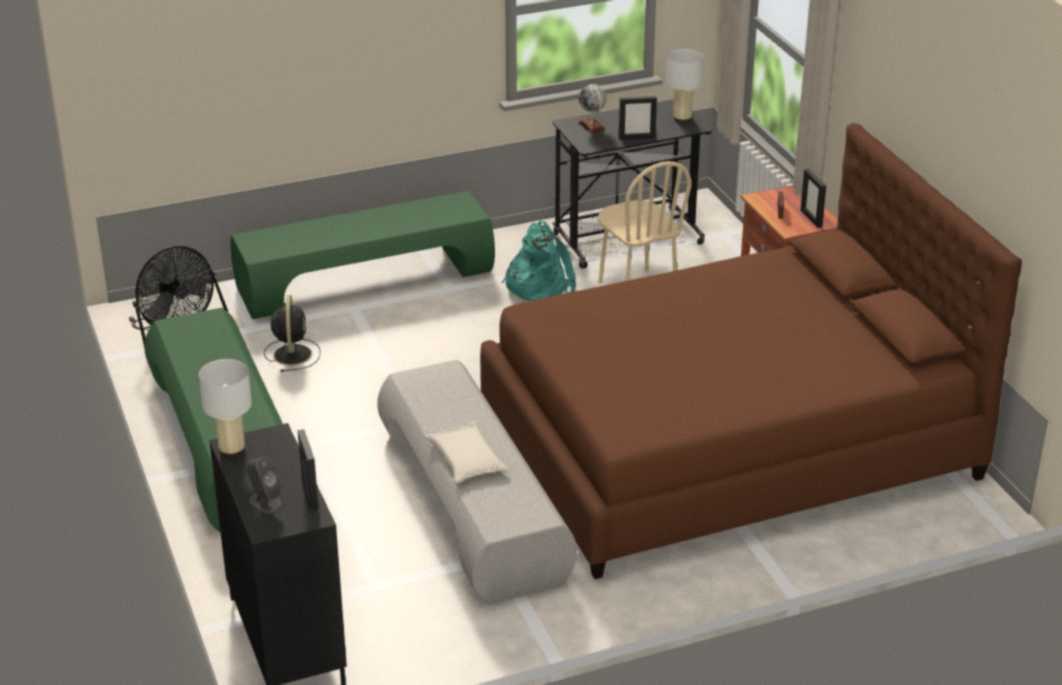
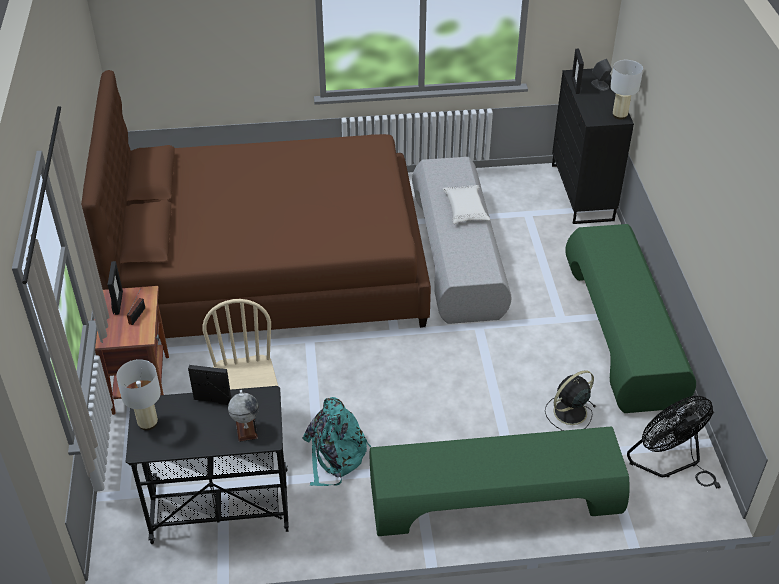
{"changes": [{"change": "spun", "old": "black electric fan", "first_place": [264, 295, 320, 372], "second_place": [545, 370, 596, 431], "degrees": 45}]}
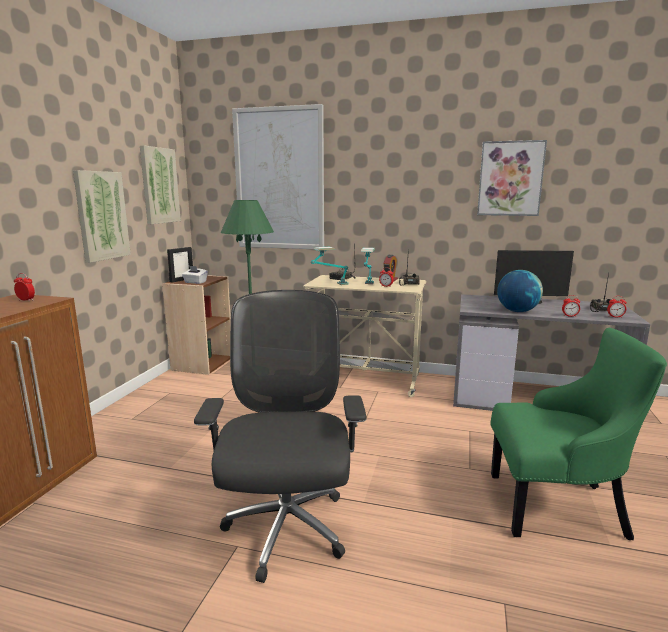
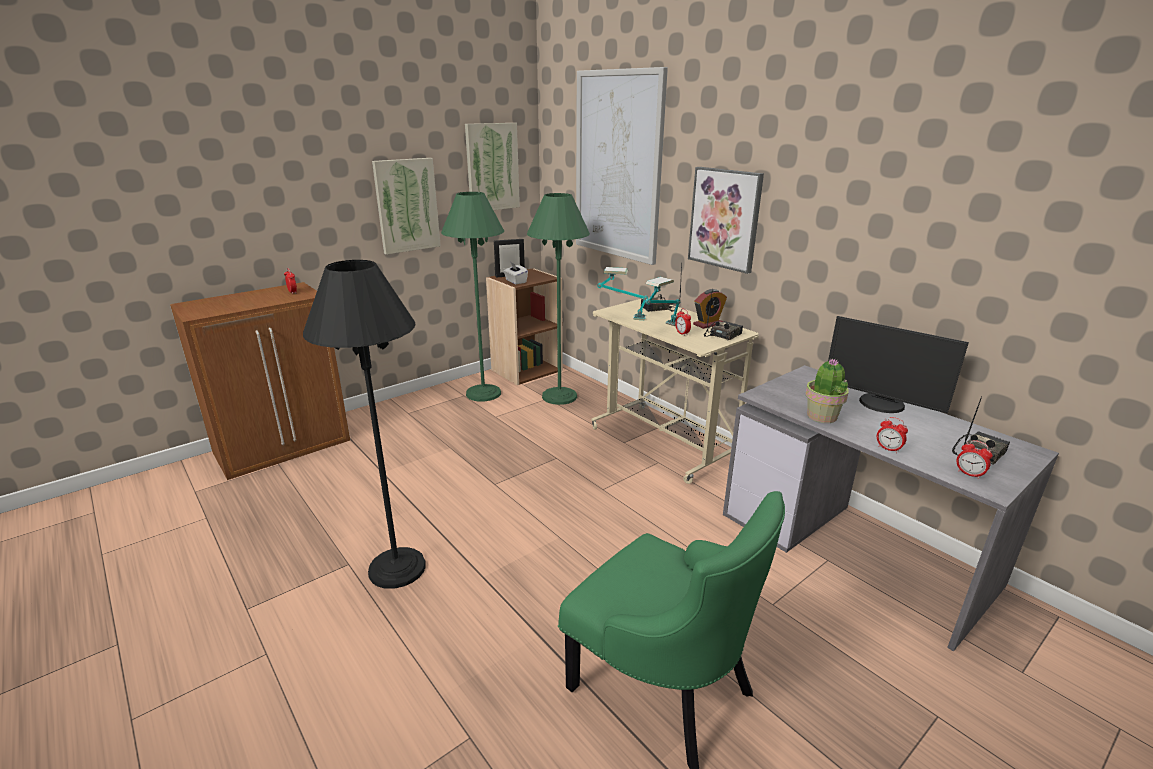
{"changes": [{"change": "relocated", "old": "picture", "first_place": [477, 140, 547, 216], "second_place": [688, 167, 764, 274]}, {"change": "exchanged", "old": "world globe", "new": "potted plant", "first_place": [497, 270, 543, 312], "second_place": [805, 359, 849, 423]}, {"change": "exchanged", "old": "desk chair", "new": "black standing lamp", "first_place": [194, 290, 366, 583], "second_place": [303, 260, 426, 589]}, {"change": "appeared", "new": "green standing lamp", "second_place": [441, 192, 504, 402]}]}
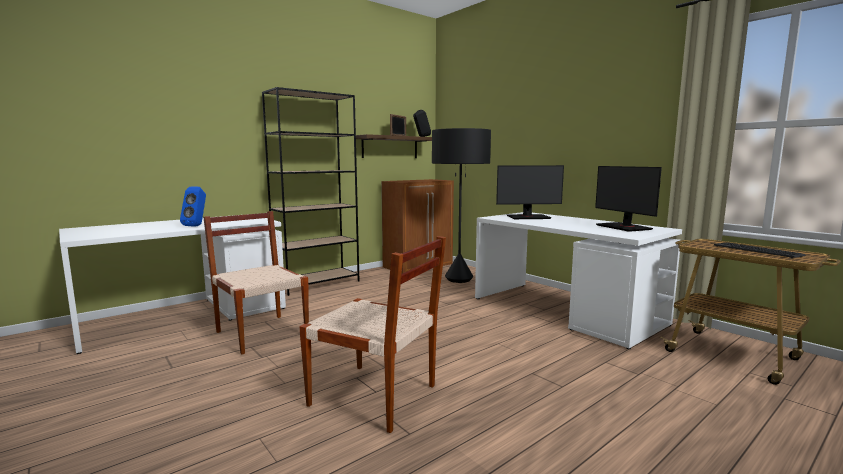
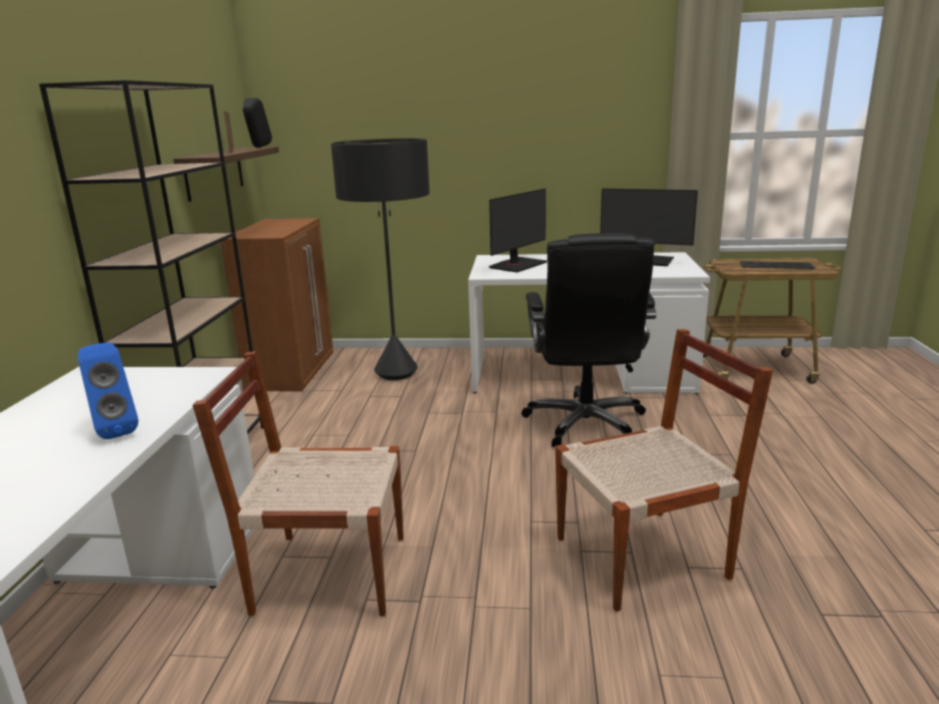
{"changes": [{"change": "appeared", "new": "black desk chair", "second_place": [521, 233, 656, 447]}]}
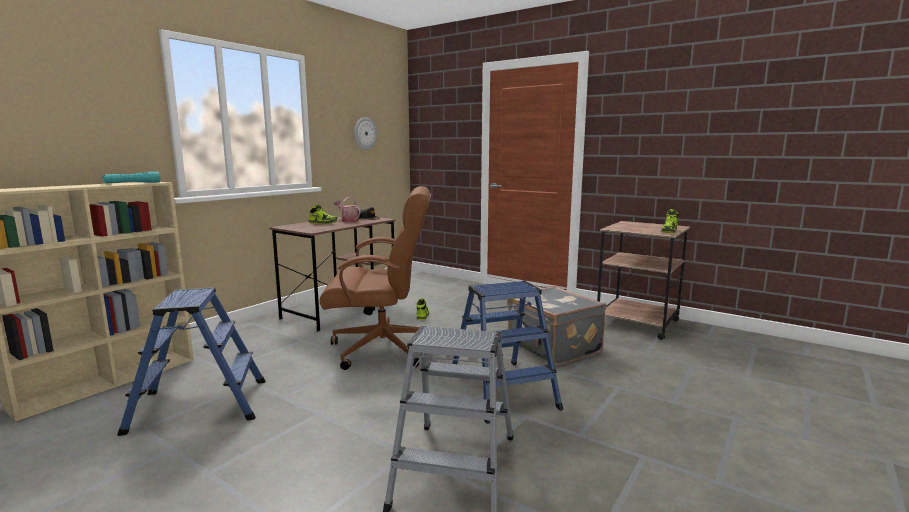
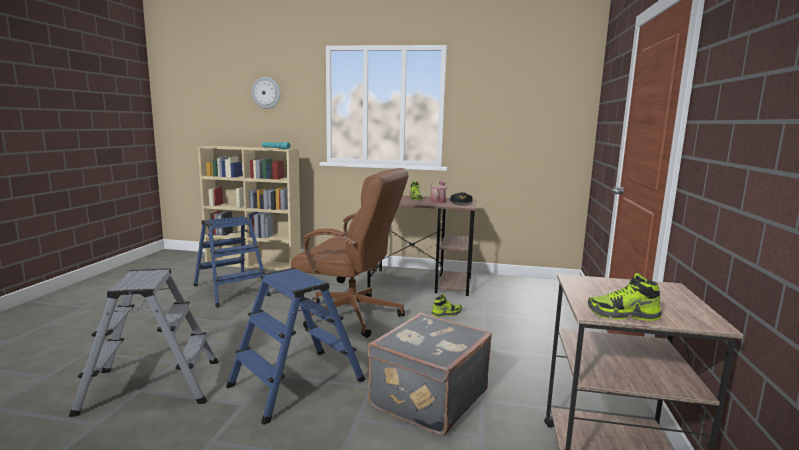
{"changes": [{"change": "relocated", "old": "wall clock", "first_place": [354, 117, 377, 150], "second_place": [251, 77, 280, 109]}, {"change": "spun", "old": "brownish desk chair", "first_place": [320, 186, 431, 370], "second_place": [291, 168, 409, 338], "degrees": -45}]}
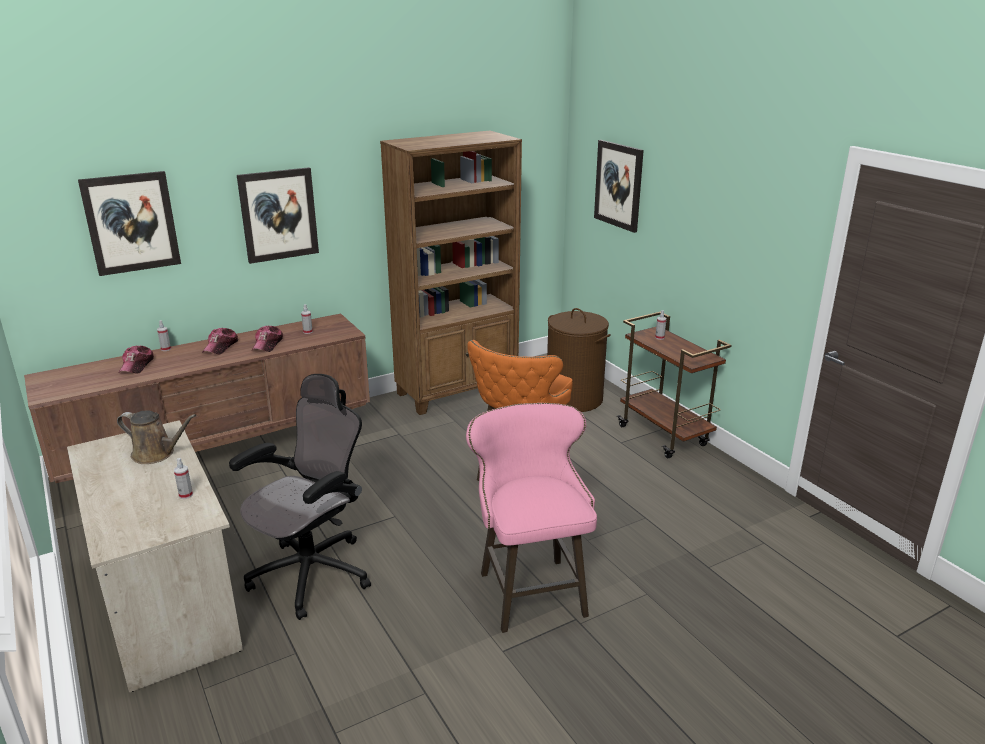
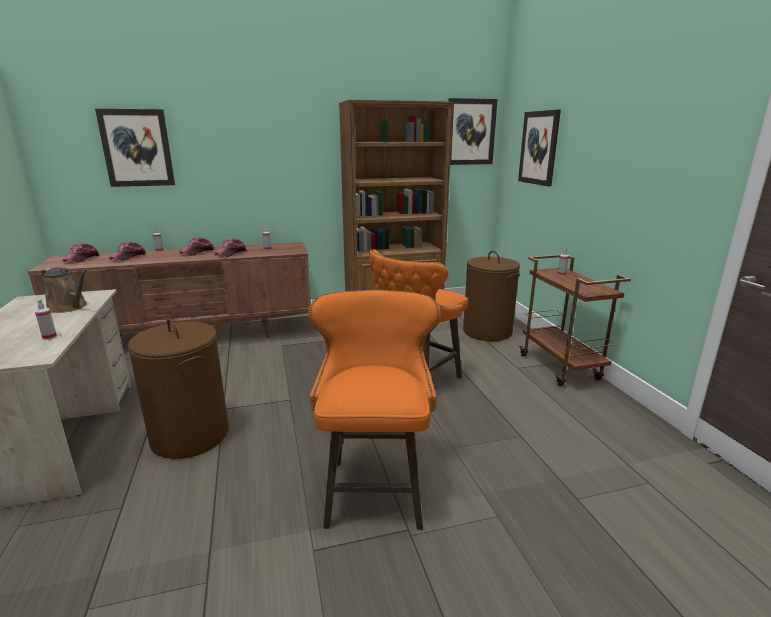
{"changes": [{"change": "relocated", "old": "picture", "first_place": [237, 167, 319, 264], "second_place": [449, 98, 498, 165]}, {"change": "exchanged", "old": "desk chair", "new": "brownish washing basket", "first_place": [229, 374, 371, 620], "second_place": [128, 318, 229, 459]}, {"change": "colour", "old": "pink stool seat", "new": "orangey stool seat", "first_place": [466, 403, 597, 633], "second_place": [308, 290, 441, 530]}, {"change": "appeared", "new": "cap", "second_place": [63, 243, 99, 263]}]}
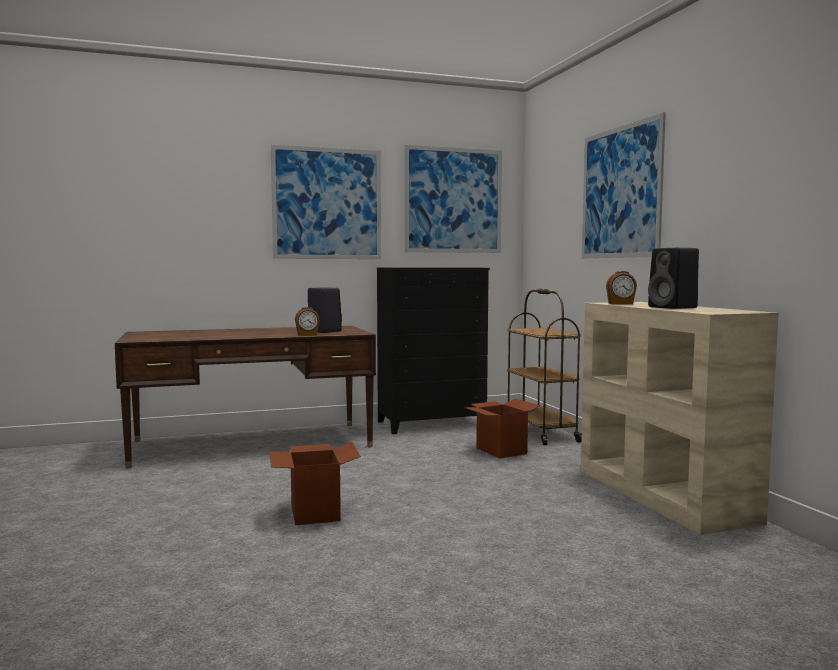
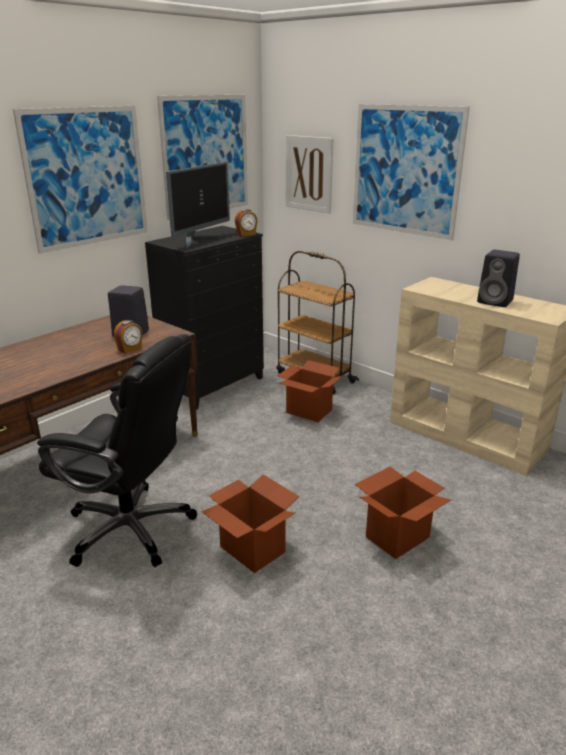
{"changes": [{"change": "relocated", "old": "table clock", "first_place": [606, 271, 637, 304], "second_place": [235, 209, 258, 236]}, {"change": "appeared", "new": "picture", "second_place": [286, 135, 333, 214]}, {"change": "appeared", "new": "computer display", "second_place": [166, 162, 230, 248]}, {"change": "appeared", "new": "black desk chair", "second_place": [37, 334, 197, 567]}, {"change": "appeared", "new": "cardboard box", "second_place": [355, 466, 451, 559]}]}
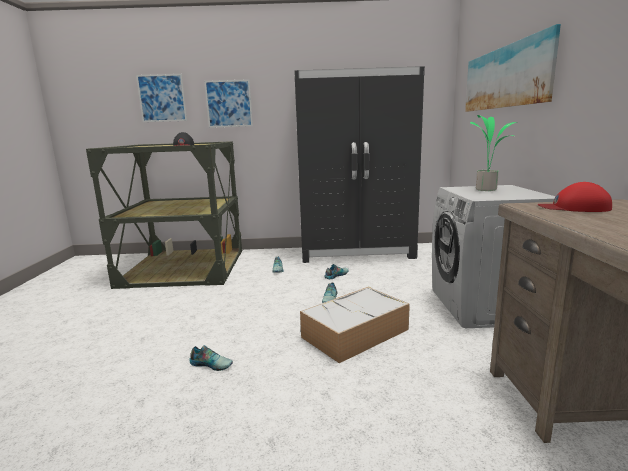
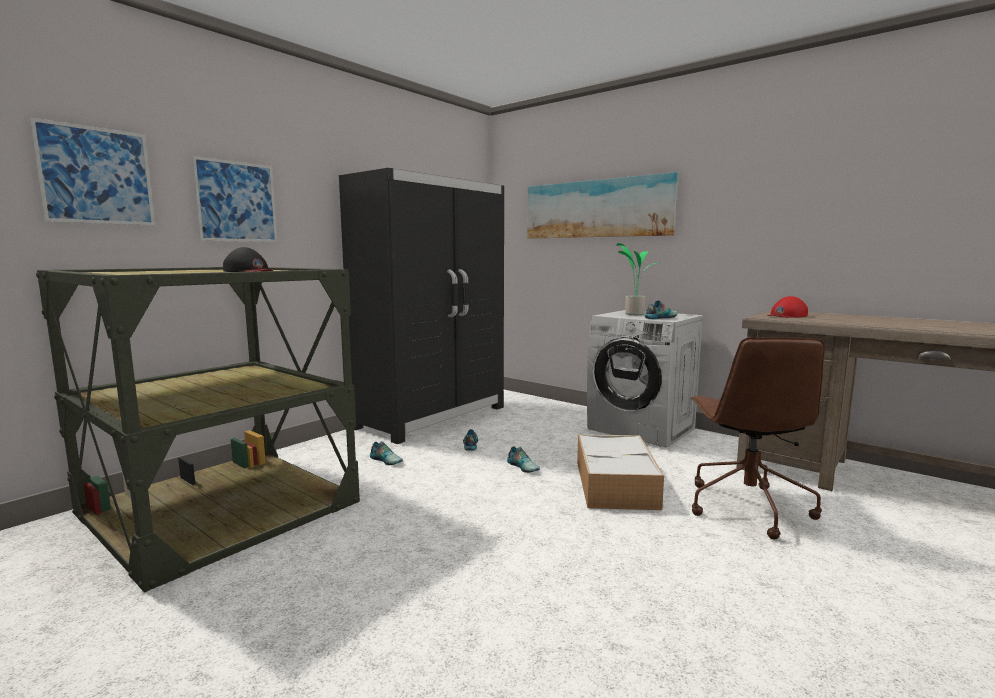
{"changes": [{"change": "relocated", "old": "item of footwear", "first_place": [189, 345, 233, 371], "second_place": [645, 300, 677, 319]}, {"change": "appeared", "new": "brownish desk chair", "second_place": [691, 337, 825, 540]}]}
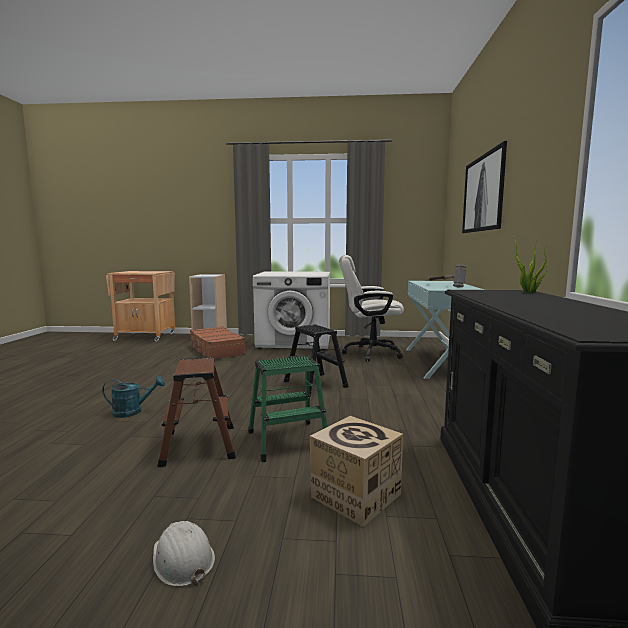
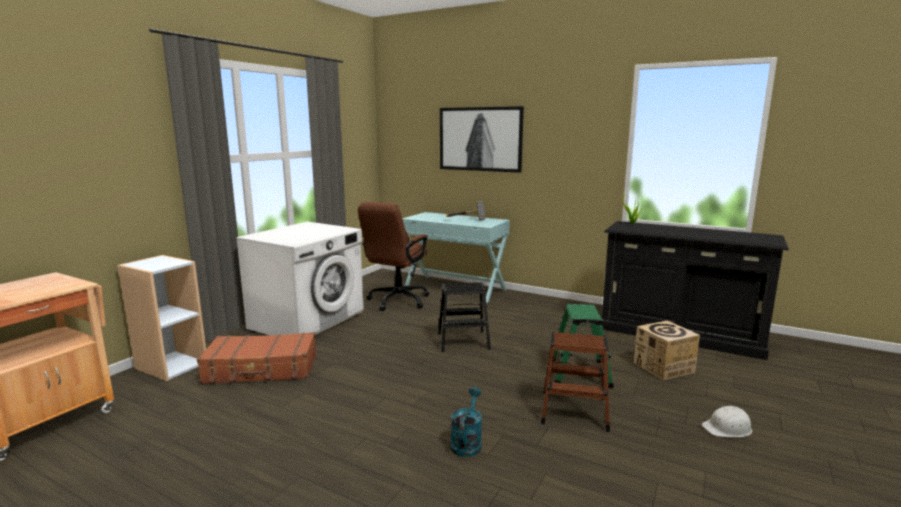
{"changes": [{"change": "colour", "old": "whitish desk chair", "new": "brownish desk chair", "first_place": [339, 255, 404, 362], "second_place": [358, 202, 429, 311]}]}
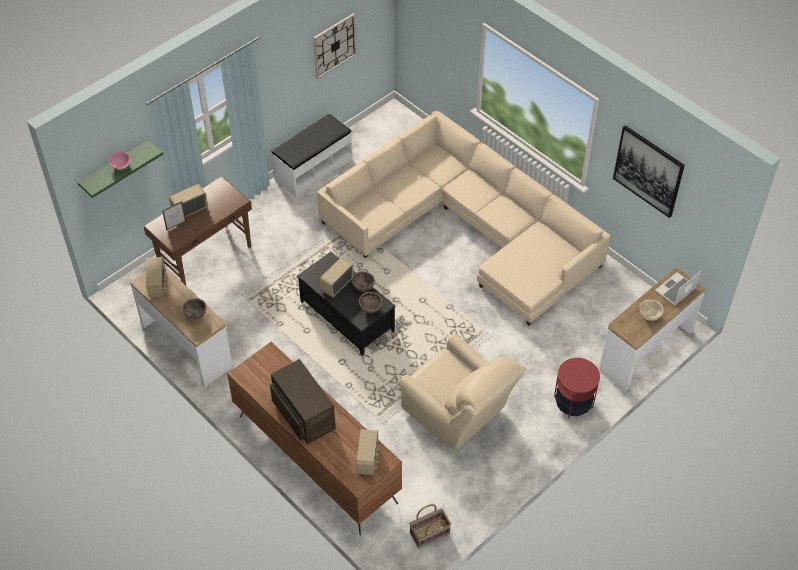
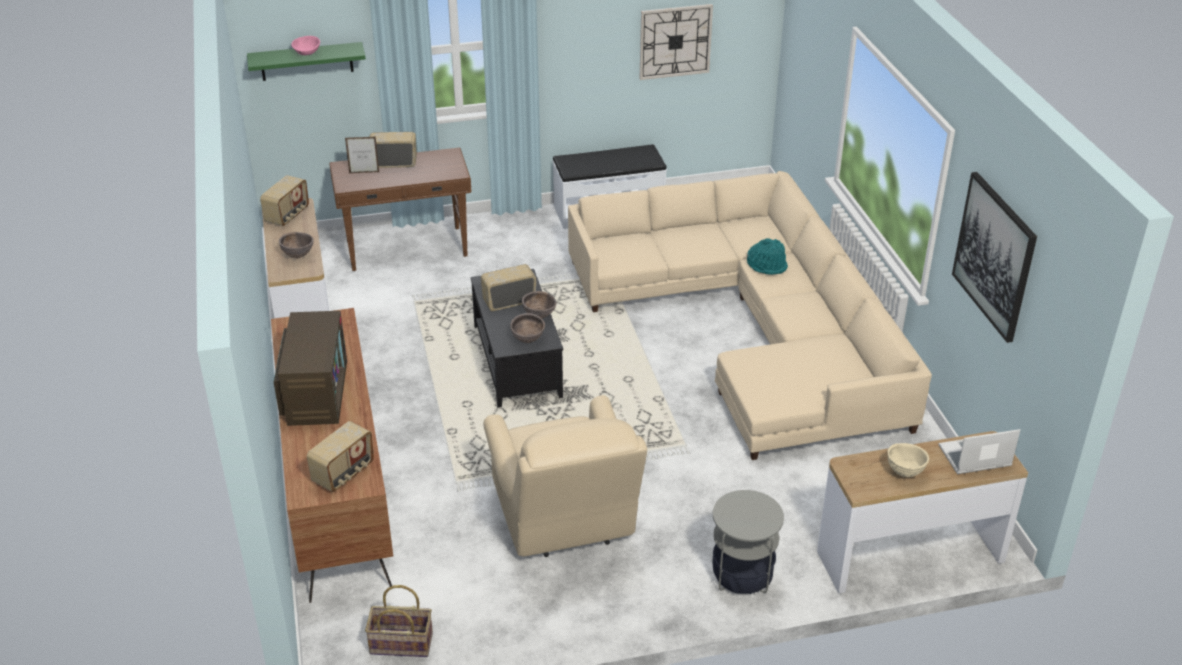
{"changes": [{"change": "colour", "old": "reddish accent table", "new": "gray accent table", "first_place": [554, 358, 600, 418], "second_place": [712, 490, 784, 594]}, {"change": "appeared", "new": "blue-green hat", "second_place": [747, 238, 788, 275]}]}
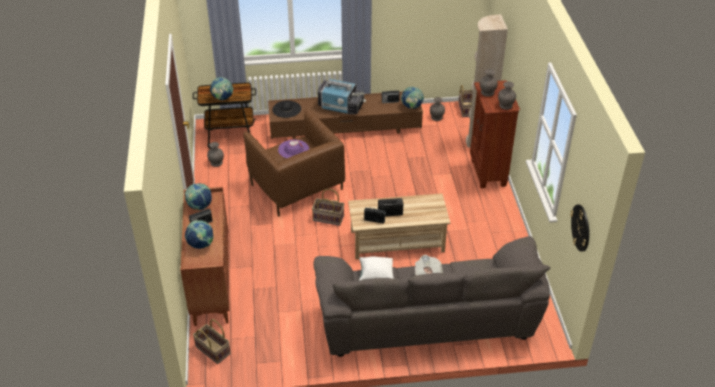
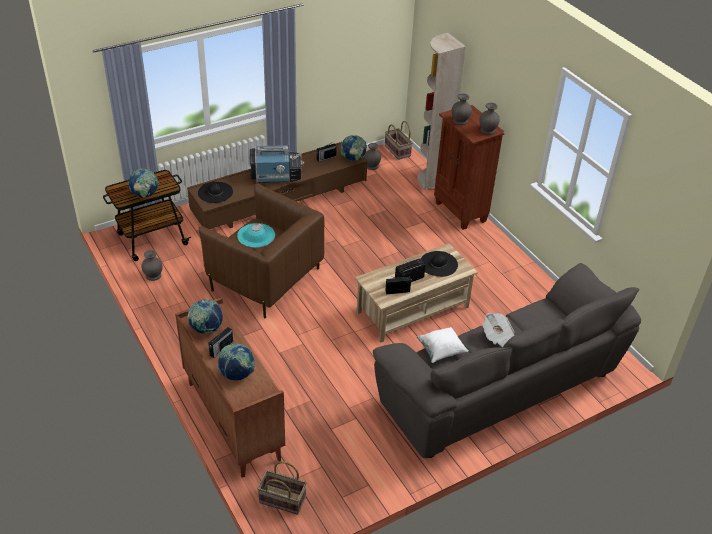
{"changes": [{"change": "colour", "old": "purplish hat", "new": "blue-green hat", "first_place": [278, 140, 309, 158], "second_place": [237, 223, 275, 248]}, {"change": "missing", "old": "basket", "first_place": [312, 189, 344, 226]}, {"change": "missing", "old": "wall clock", "first_place": [570, 204, 589, 252]}, {"change": "appeared", "new": "black hat", "second_place": [421, 251, 458, 277]}]}
